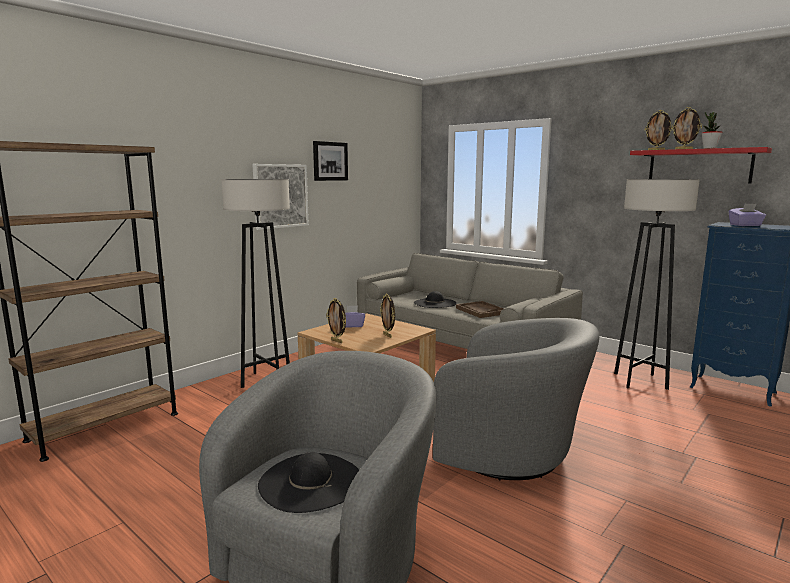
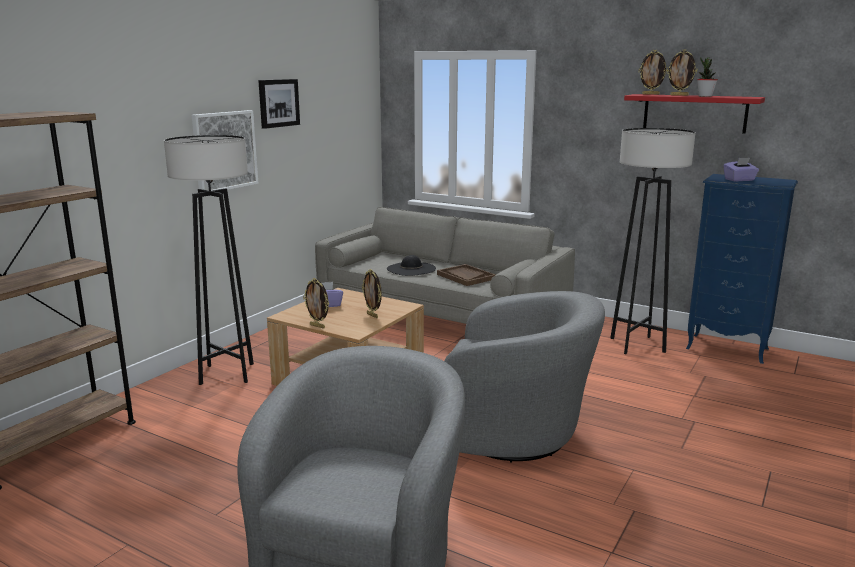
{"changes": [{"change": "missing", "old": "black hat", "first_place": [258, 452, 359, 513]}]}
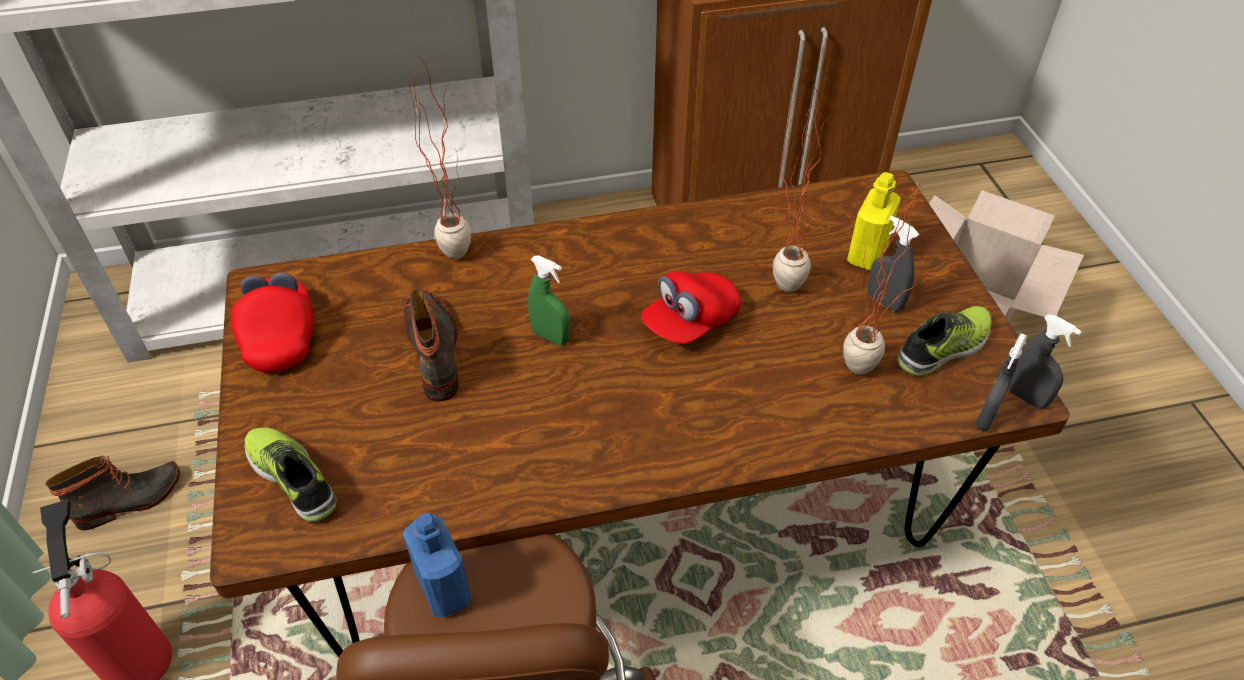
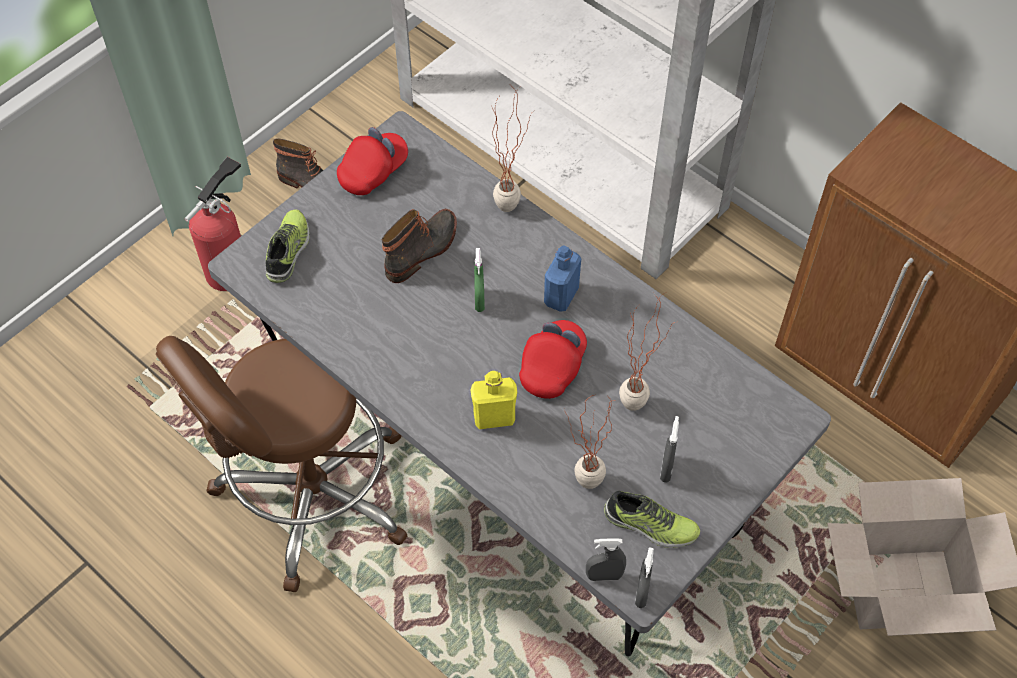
{"changes": [{"change": "colour", "old": "brownish dining table", "new": "gray dining table", "first_place": [210, 170, 1070, 657], "second_place": [208, 111, 831, 657]}, {"change": "relocated", "old": "yellow drink bottle", "first_place": [847, 172, 901, 270], "second_place": [470, 371, 517, 429]}, {"change": "spun", "old": "reddish cap", "first_place": [641, 271, 741, 344], "second_place": [519, 320, 587, 399], "degrees": 105}, {"change": "relocated", "old": "blue drink bottle", "first_place": [403, 513, 472, 617], "second_place": [544, 245, 581, 311]}]}
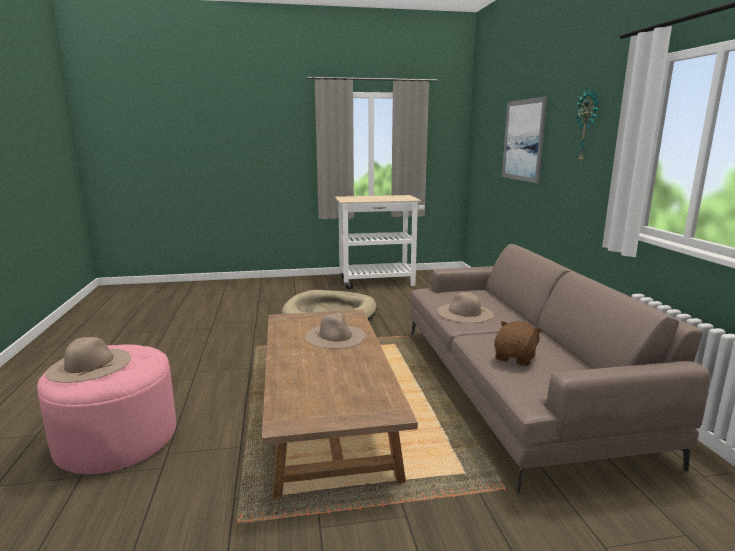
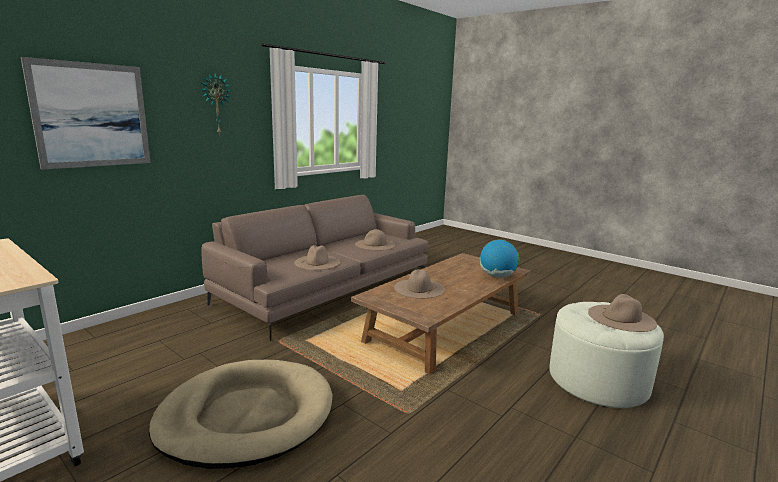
{"changes": [{"change": "exchanged", "old": "brownish cuddly toy", "new": "beige-coloured hat", "first_place": [494, 321, 543, 366], "second_place": [355, 229, 395, 250]}, {"change": "colour", "old": "pink ottoman", "new": "whitish ottoman", "first_place": [37, 344, 176, 474], "second_place": [549, 302, 664, 408]}, {"change": "appeared", "new": "world globe", "second_place": [480, 239, 519, 278]}]}
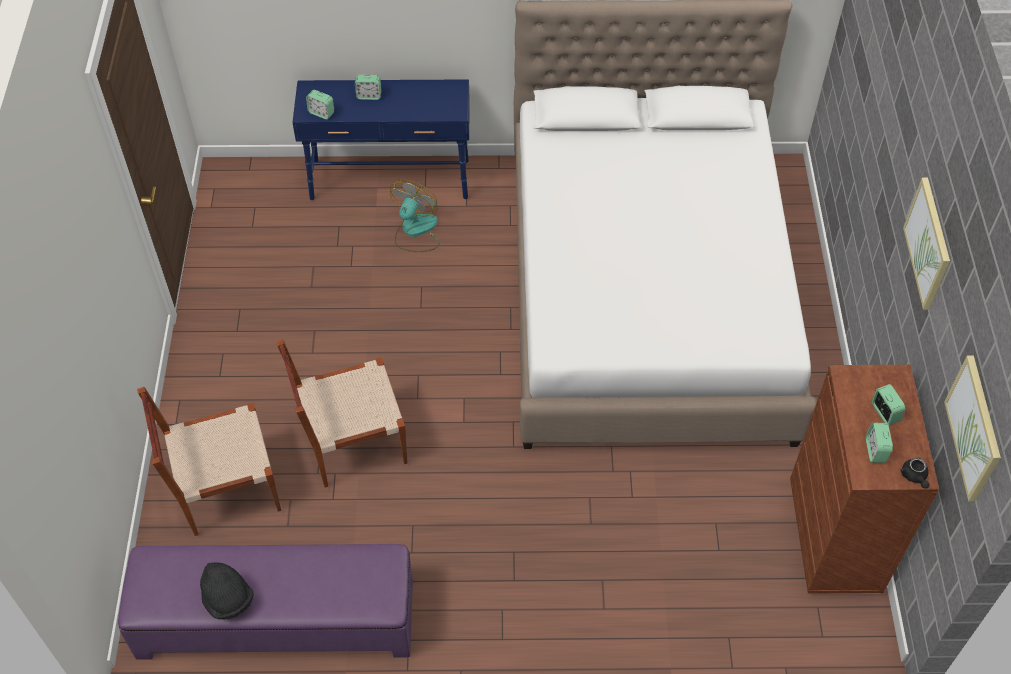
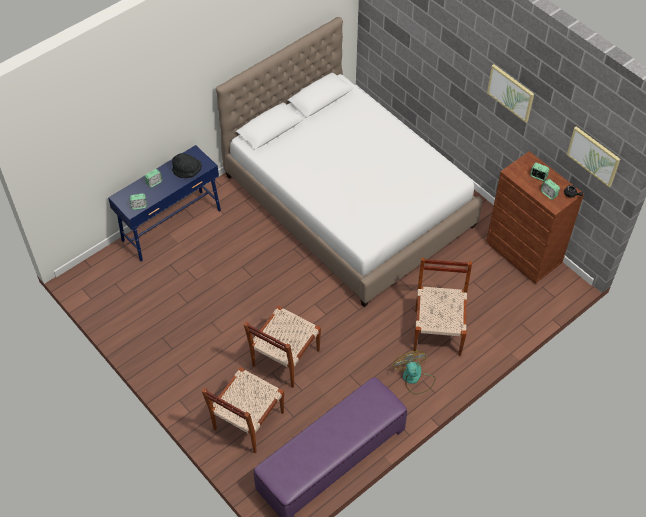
{"changes": [{"change": "relocated", "old": "electric fan", "first_place": [390, 180, 440, 252], "second_place": [393, 351, 436, 395]}, {"change": "relocated", "old": "black hat", "first_place": [200, 562, 254, 620], "second_place": [172, 153, 202, 178]}, {"change": "appeared", "new": "chair", "second_place": [413, 258, 472, 356]}]}
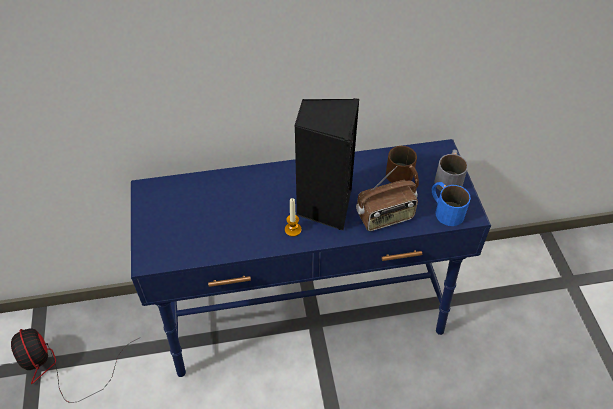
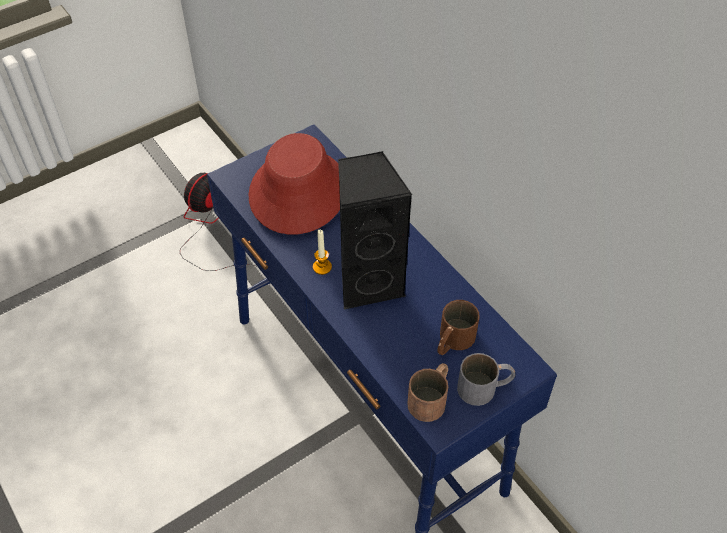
{"changes": [{"change": "missing", "old": "radio set", "first_place": [356, 166, 418, 231]}, {"change": "colour", "old": "blue coffee mug", "new": "brownish coffee mug", "first_place": [432, 182, 471, 226], "second_place": [407, 363, 448, 422]}, {"change": "appeared", "new": "reddish hat", "second_place": [248, 133, 340, 234]}]}
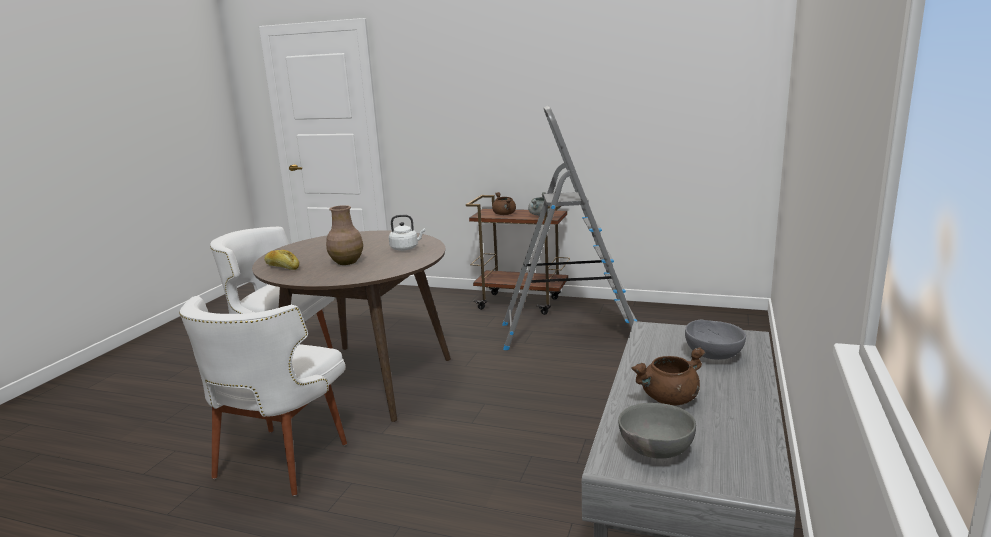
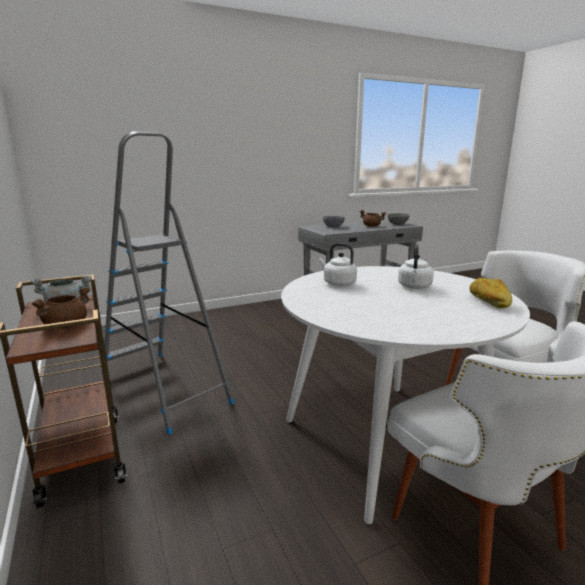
{"changes": [{"change": "exchanged", "old": "brownish flower vase", "new": "whitish tea kettle", "first_place": [326, 205, 363, 265], "second_place": [398, 245, 434, 289]}, {"change": "colour", "old": "brownish dining table", "new": "whitish dining table", "first_place": [252, 231, 451, 422], "second_place": [281, 266, 530, 524]}]}
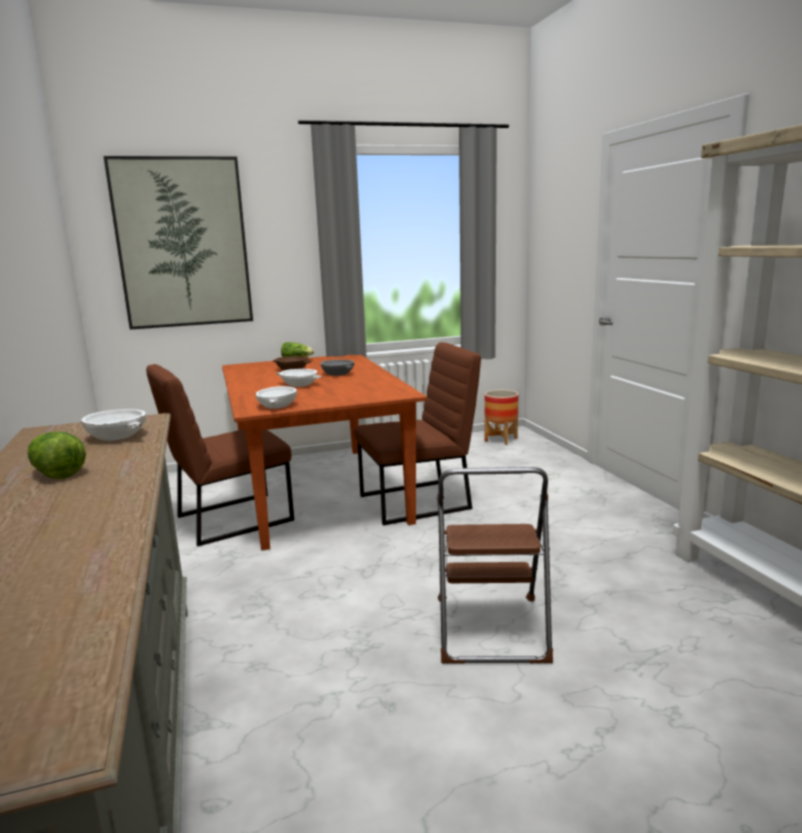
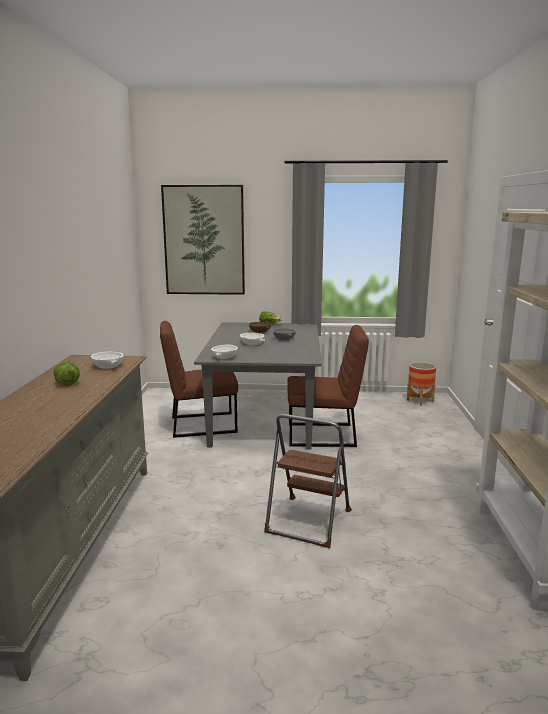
{"changes": [{"change": "colour", "old": "brownish dining table", "new": "gray dining table", "first_place": [222, 355, 427, 550], "second_place": [194, 322, 322, 450]}]}
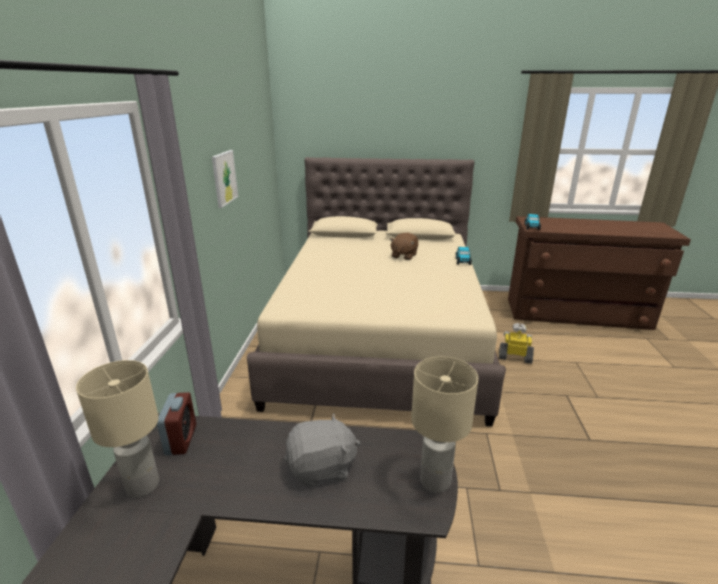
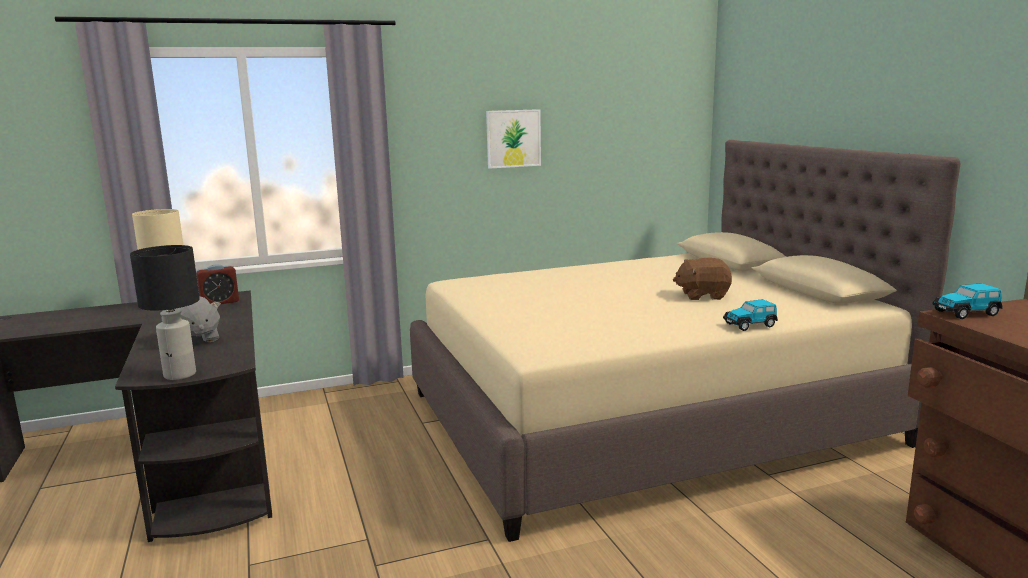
{"changes": [{"change": "missing", "old": "robot figure", "first_place": [499, 323, 534, 364]}, {"change": "colour", "old": "beige-coloured tabletop lamp", "new": "black tabletop lamp", "first_place": [411, 357, 478, 493], "second_place": [130, 245, 200, 380]}]}
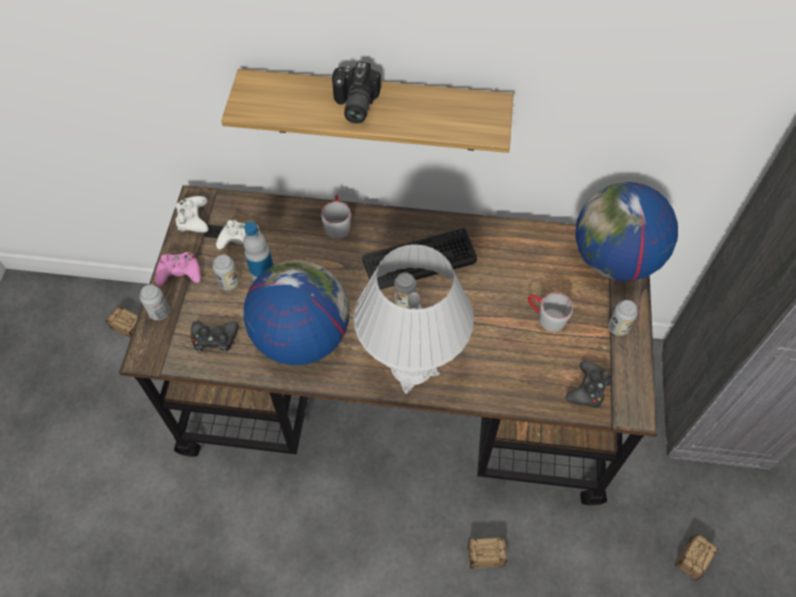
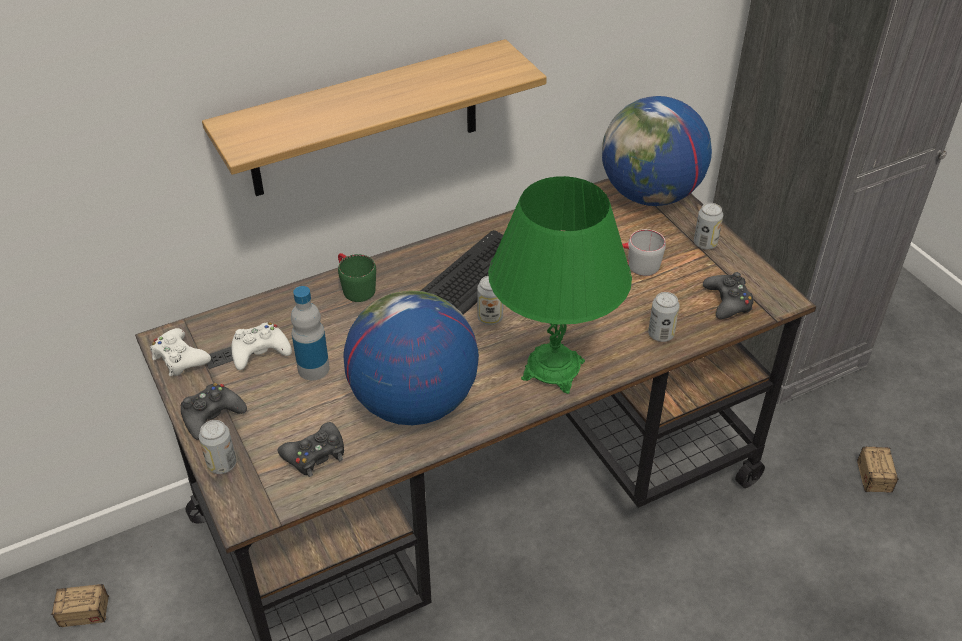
{"changes": [{"change": "missing", "old": "still camera", "first_place": [332, 61, 381, 123]}, {"change": "colour", "old": "gray coffee mug", "new": "green coffee mug", "first_place": [321, 194, 351, 239], "second_place": [338, 253, 376, 302]}, {"change": "colour", "old": "whitish tabletop lamp", "new": "green tabletop lamp", "first_place": [353, 244, 474, 394], "second_place": [488, 176, 632, 394]}, {"change": "colour", "old": "pink joypad", "new": "black joypad", "first_place": [155, 252, 201, 287], "second_place": [181, 383, 247, 440]}, {"change": "relocated", "old": "can", "first_place": [213, 254, 239, 290], "second_place": [648, 292, 680, 342]}, {"change": "missing", "old": "storage bin", "first_place": [424, 536, 508, 569]}]}
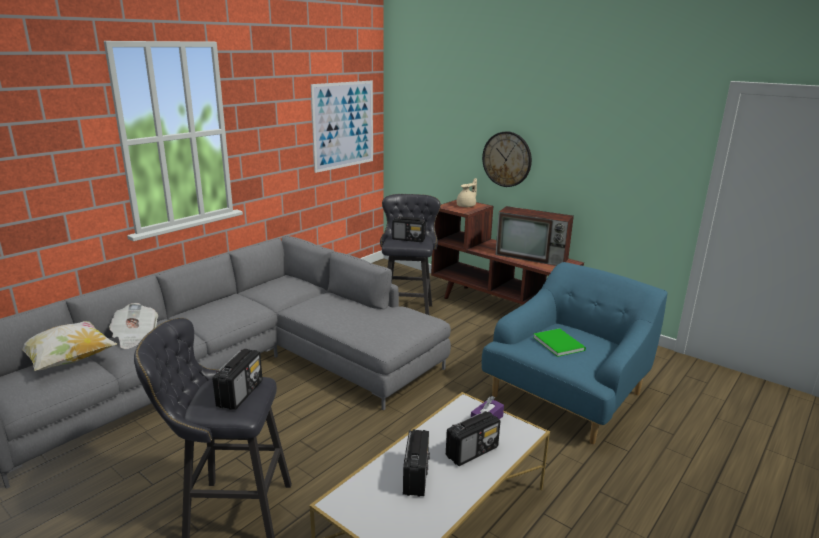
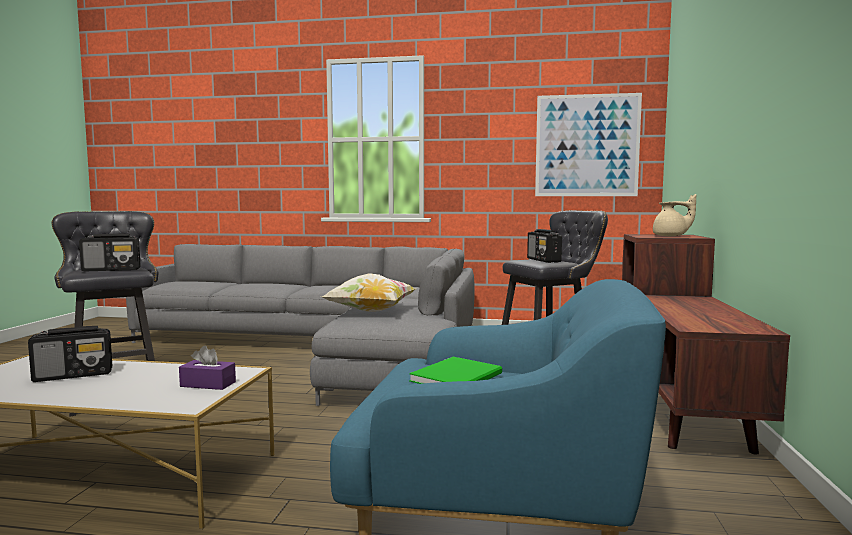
{"changes": [{"change": "missing", "old": "wall clock", "first_place": [482, 131, 532, 187]}, {"change": "missing", "old": "TV", "first_place": [495, 206, 574, 266]}, {"change": "missing", "old": "daily paper", "first_place": [109, 303, 158, 349]}, {"change": "relocated", "old": "pillow", "first_place": [23, 321, 117, 371], "second_place": [322, 273, 415, 312]}, {"change": "missing", "old": "radio set", "first_place": [446, 411, 500, 466]}]}
